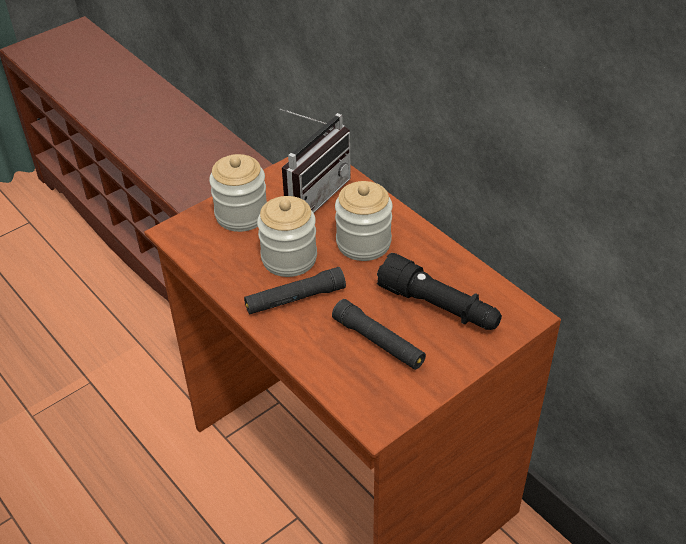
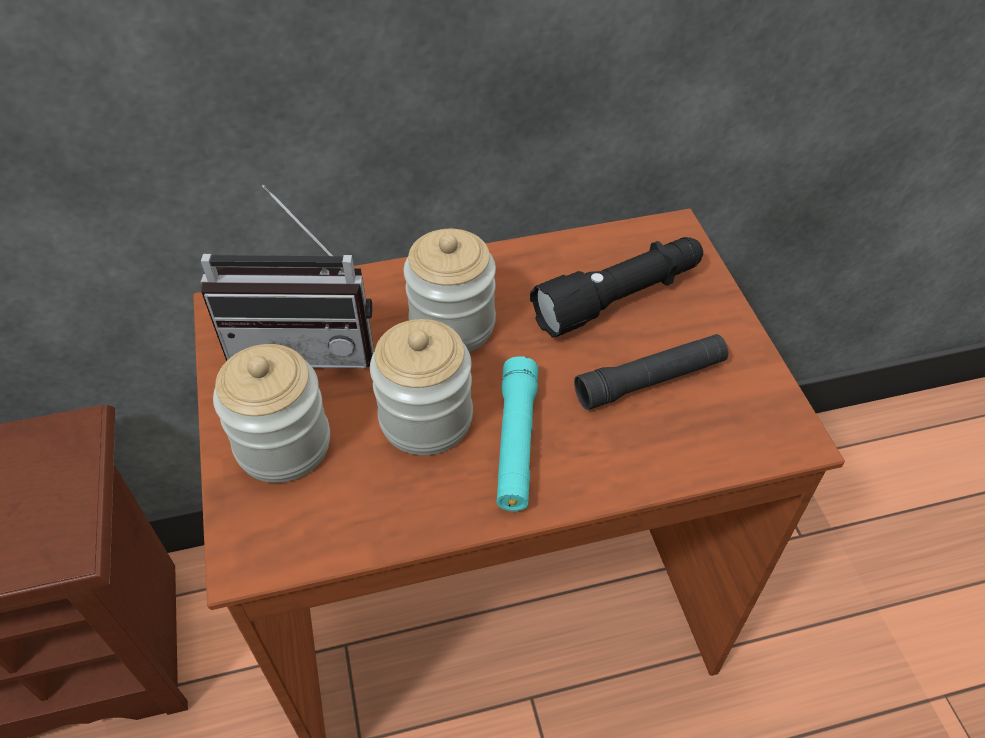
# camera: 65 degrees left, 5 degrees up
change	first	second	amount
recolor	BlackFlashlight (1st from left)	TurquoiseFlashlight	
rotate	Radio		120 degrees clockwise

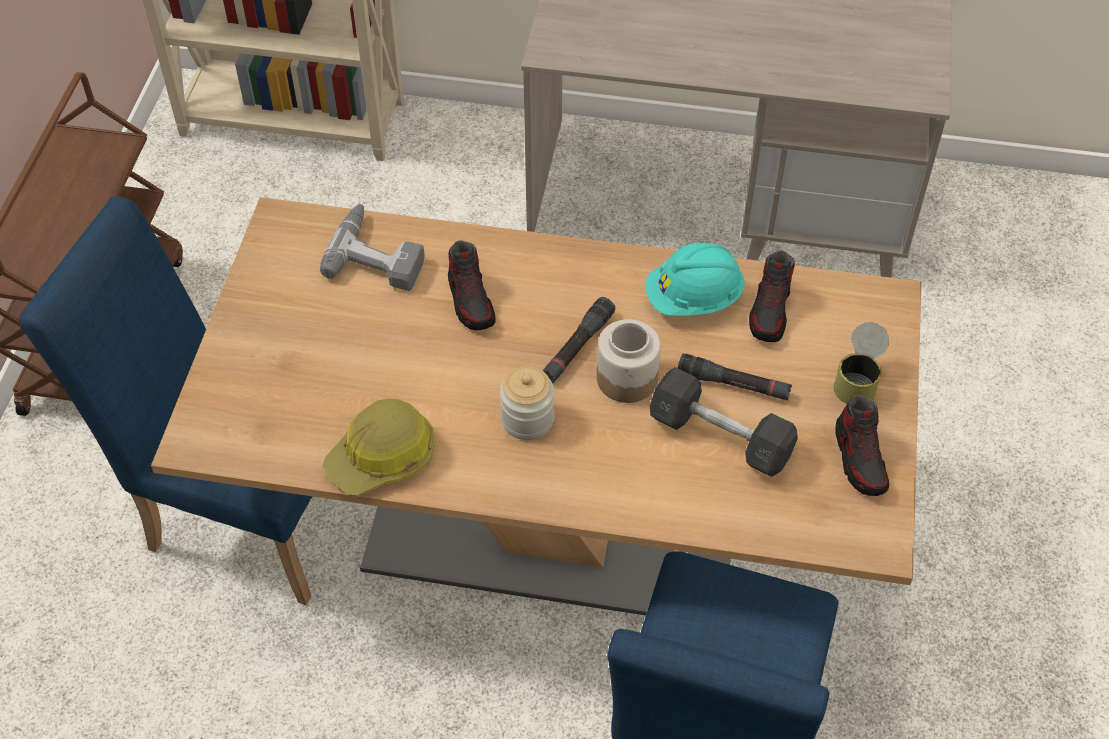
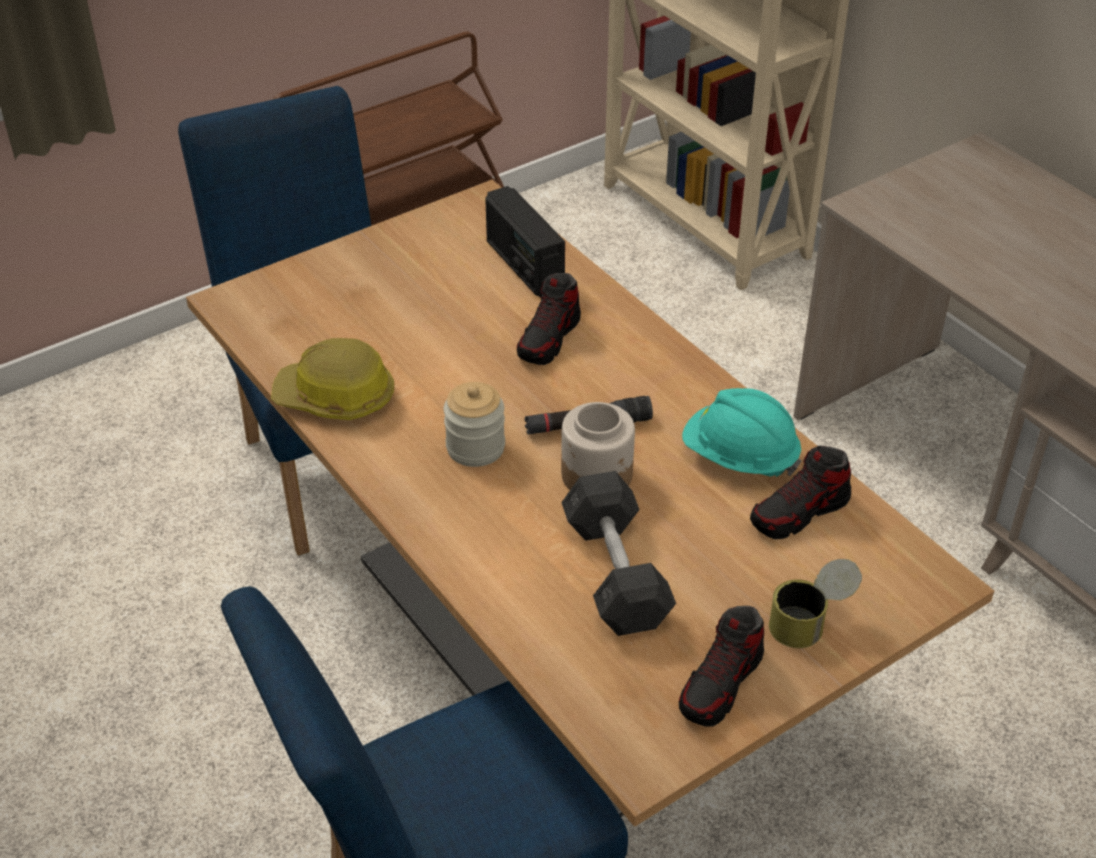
# camera: 45 degrees right, 10 degrees down
change	first	second	amount
replace	PowerDrill	Radio	
delete	BlackFlashlight (2nd from left)		

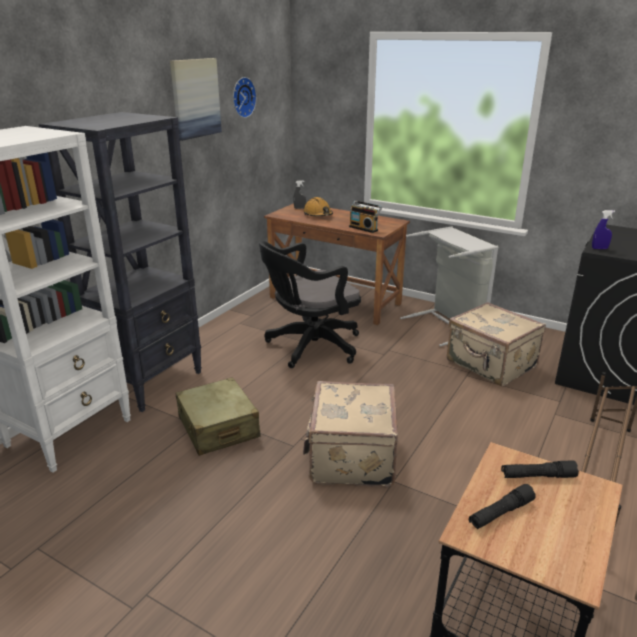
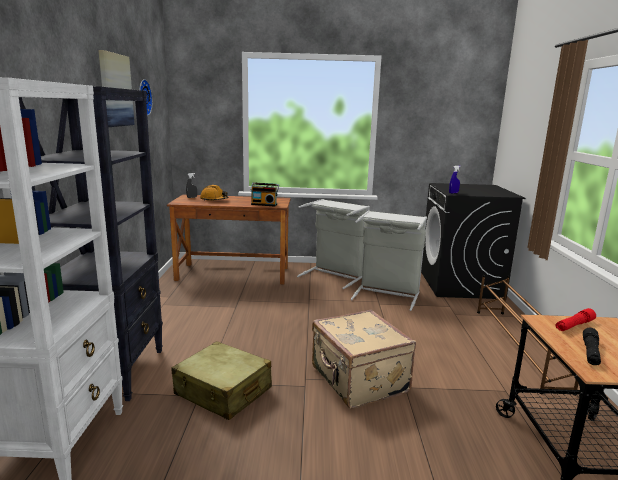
# camera: 30 degrees left, 10 degrees down
change	first	second	amount
delete	BlackOfficeChair		
replace	BeigeSuitcase (3rd from left)	GreyLaundryBasket (2nd from left)	
recolor	BlackFlashlight (2nd from left)	RedFlashlight	

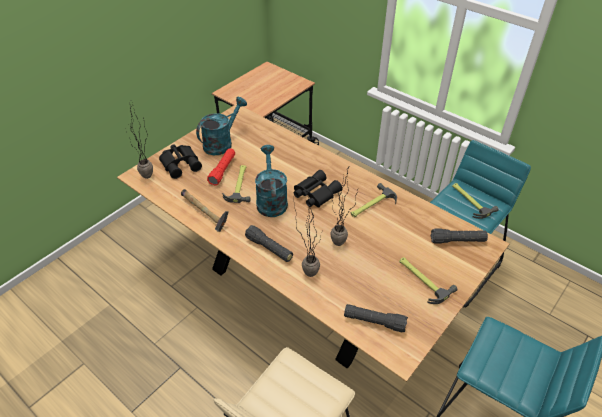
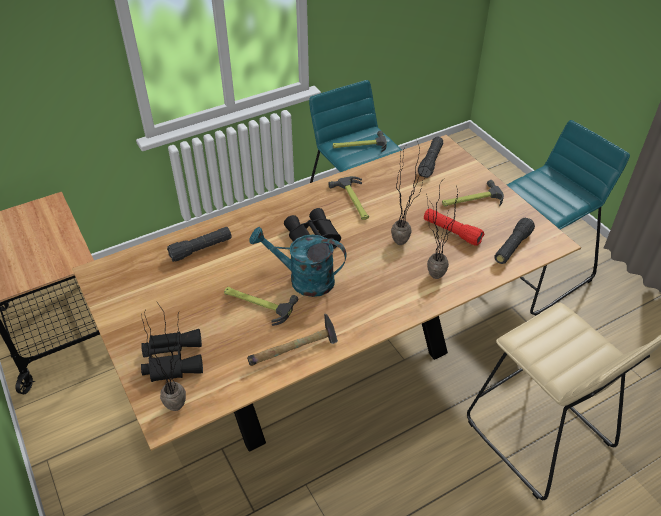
# camera: 70 degrees left, 0 degrees up
change	first	second	amount
delete	TurquoiseWateringCan (1st from left)		
move	RedFlashlight		
move	BlackFlashlight (1st from left)		

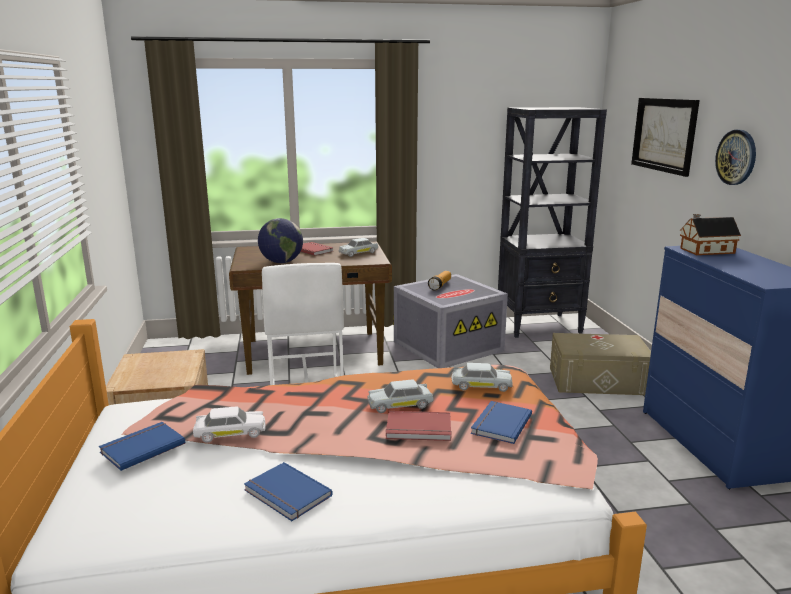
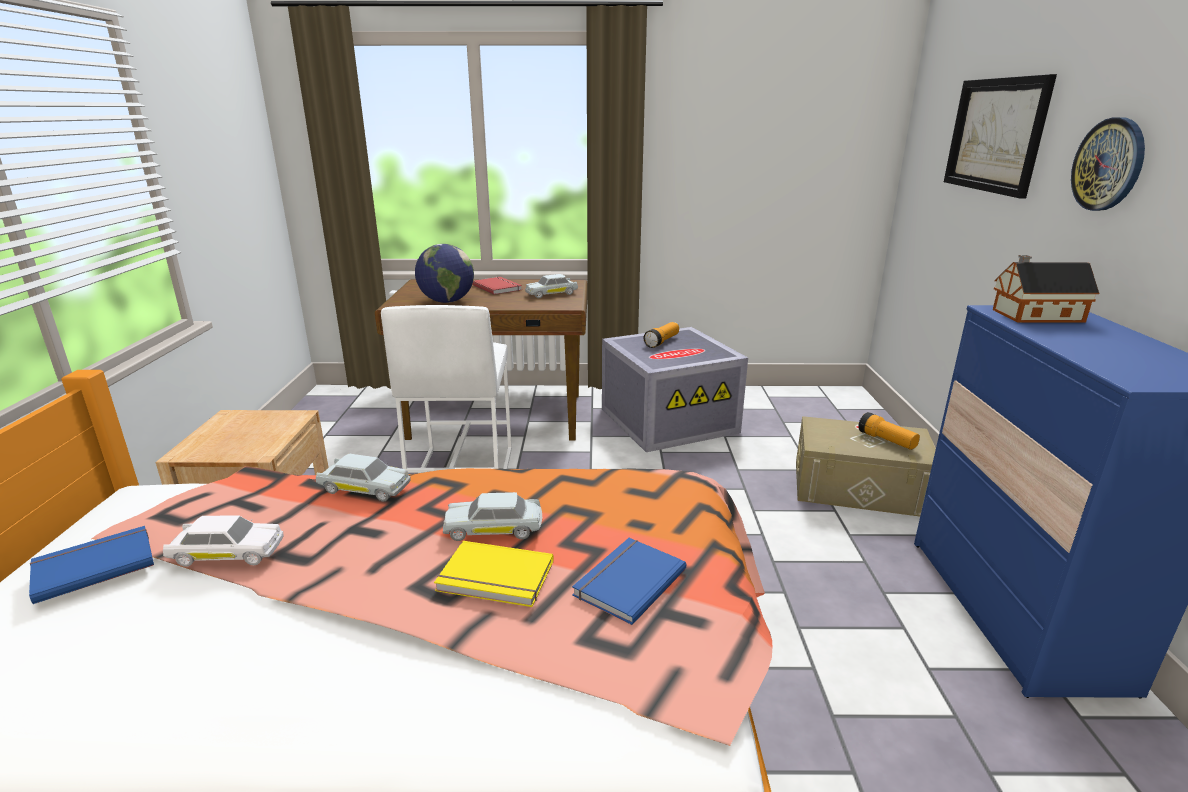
# camera: 10 degrees right, 5 degrees up
change	first	second	amount
delete	BlueBook (2nd from left)		
recolor	RedBook (2nd from left)	YellowBook	
move	WhiteToyCar (4th from left in the first image)	WhiteToyCar (2nd from left)	
delete	BlackBookcase		
insert		Flashlight (2nd from left)	

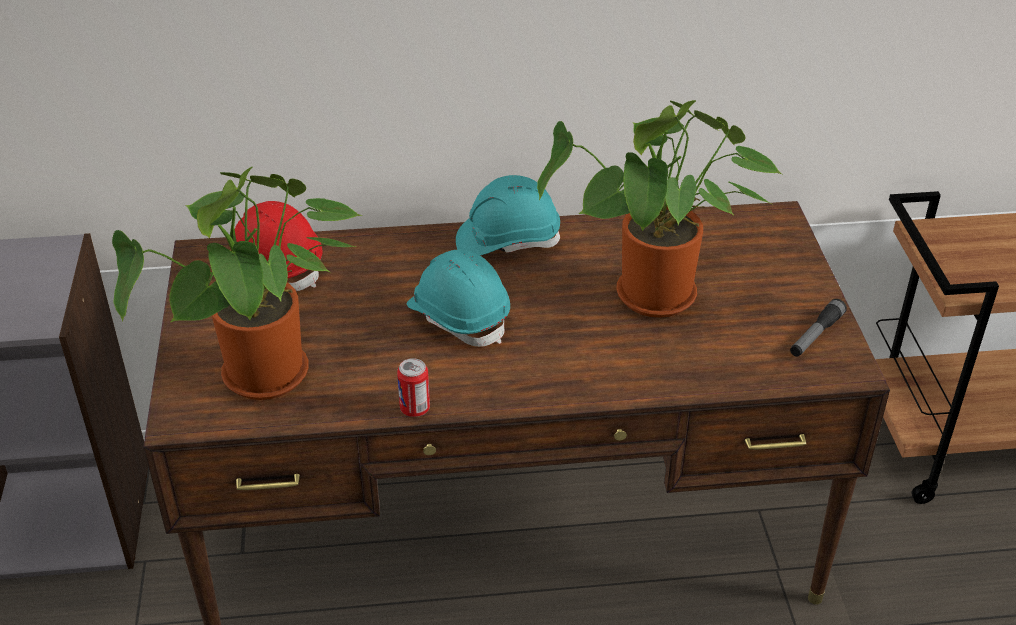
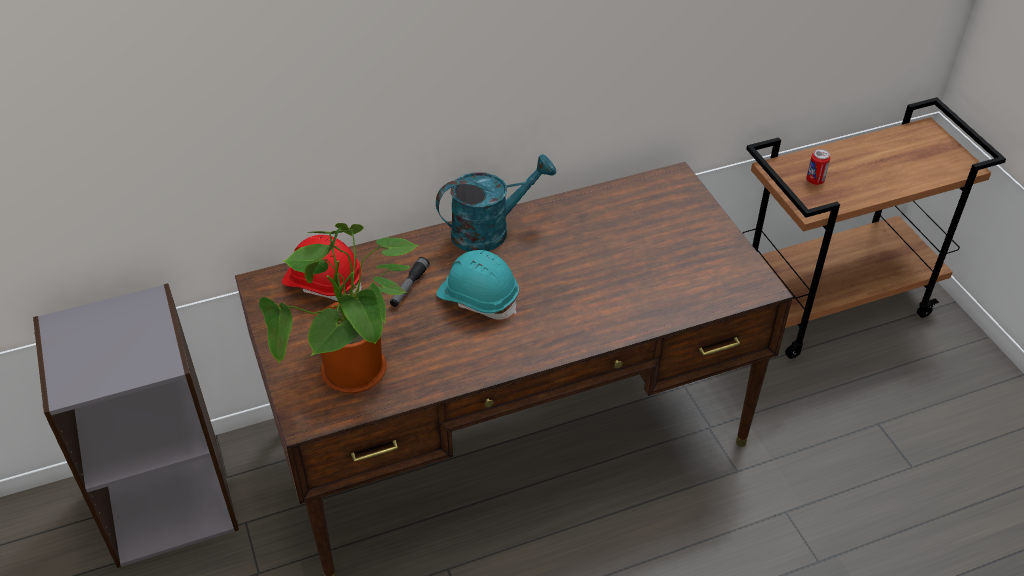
# camera: 15 degrees left, 5 degrees up
change	first	second	amount
move	Can		
replace	TurquoiseHardHat (2nd from left)	TurquoiseWateringCan	
delete	PottedPlant (2nd from left)		
move	Flashlight		

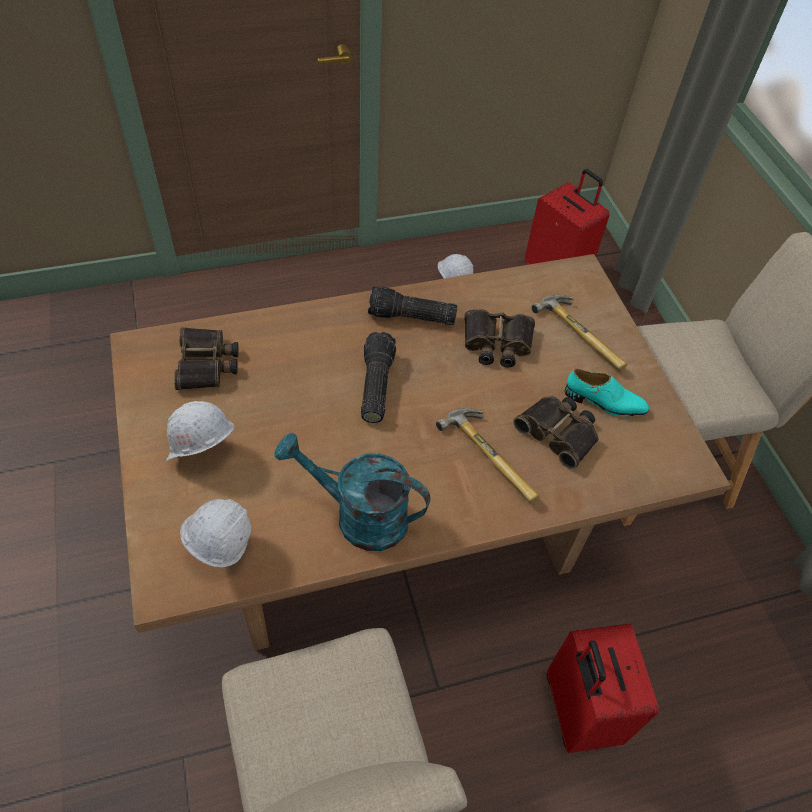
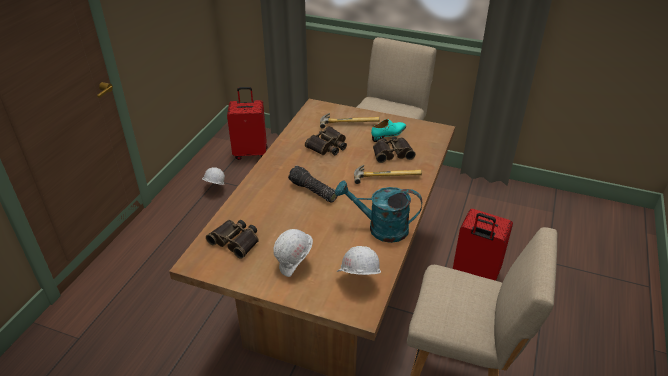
# camera: 50 degrees left, 15 degrees down
change	first	second	amount
rotate	TurquoiseWateringCan		45 degrees clockwise
delete	Flashlight (2nd from left)		

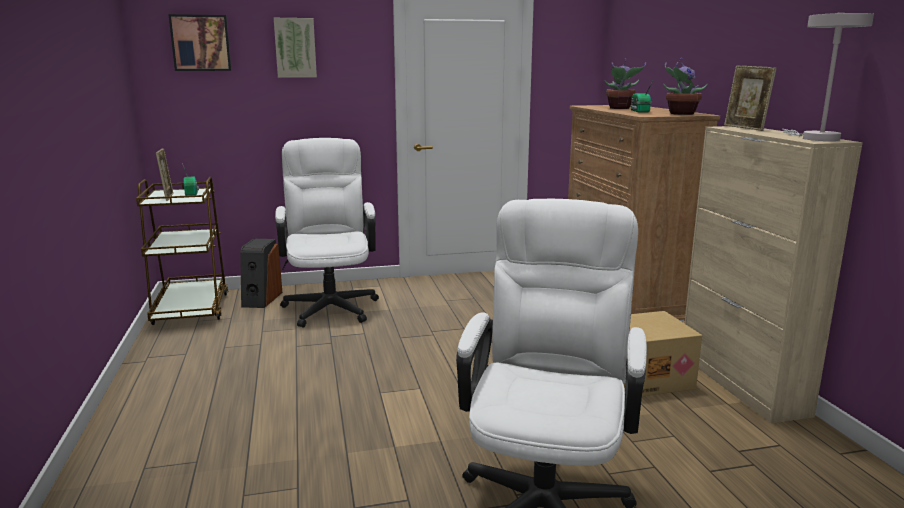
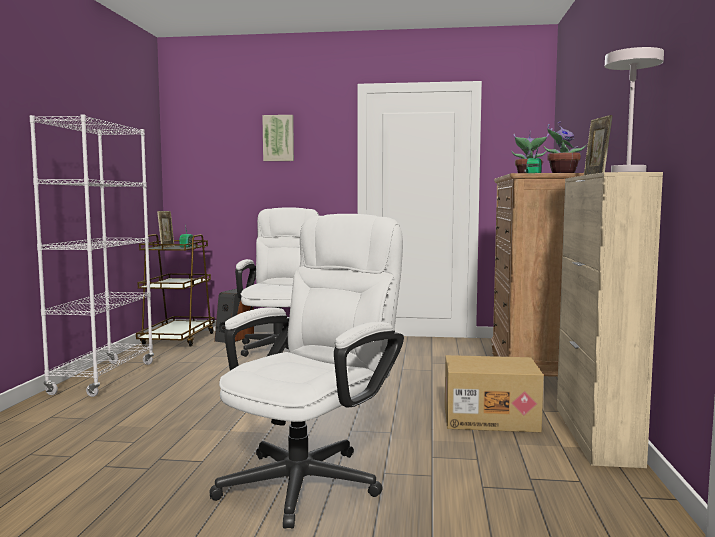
# camera: 20 degrees right, 10 degrees down
change	first	second	amount
delete	Picture (1st from left)		
insert		WhiteBookcase	

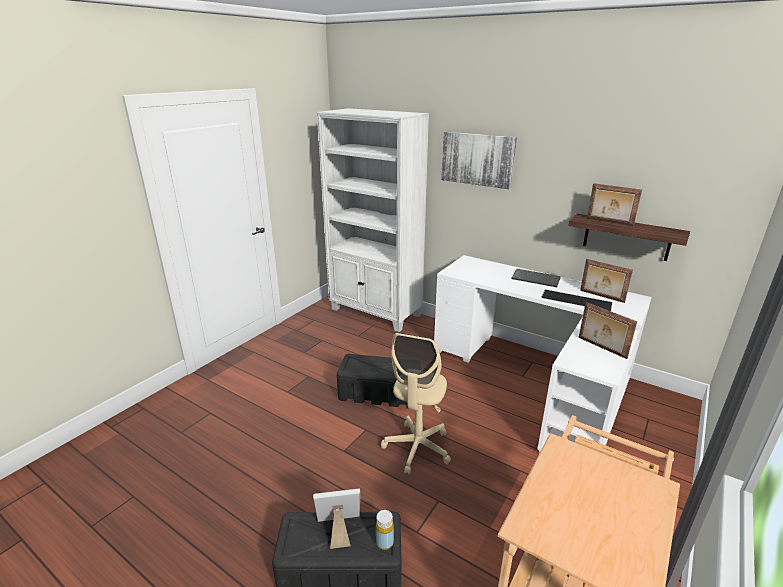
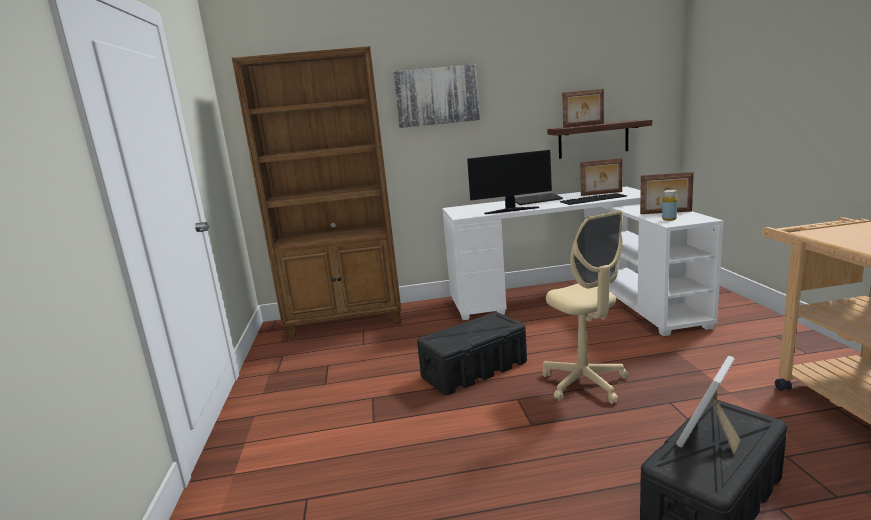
# camera: 40 degrees left, 10 degrees down
change	first	second	amount
recolor	WhiteBookcase	BrownBookcase	
move	YellowBottle		
insert		Monitor	

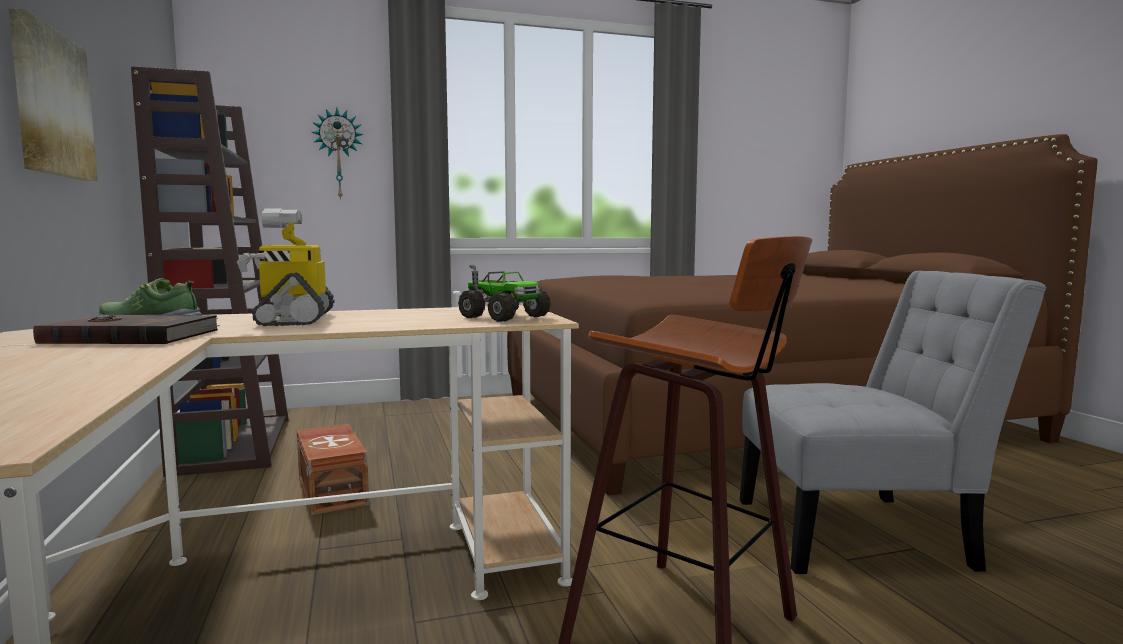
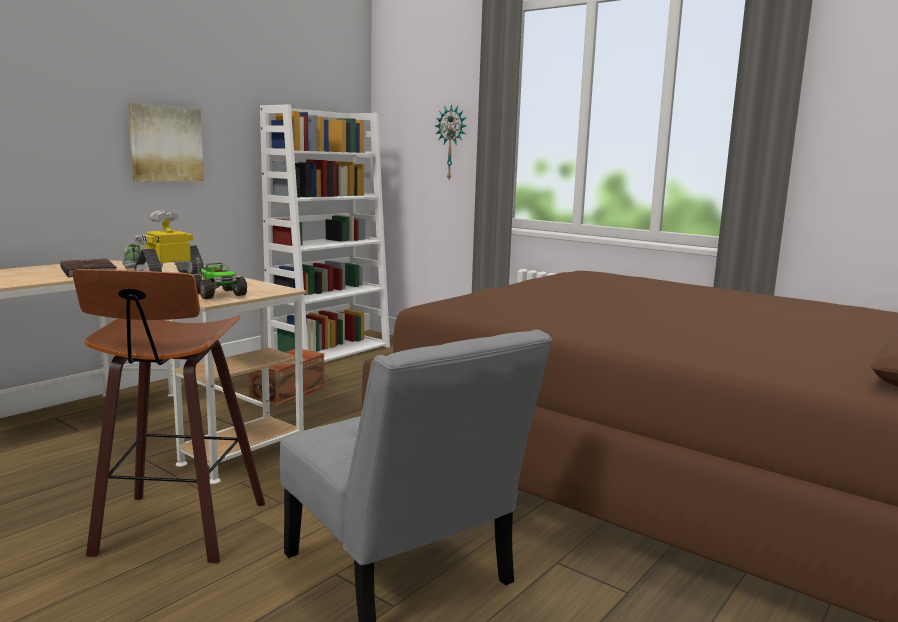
# camera: 55 degrees right, 5 degrees up
change	first	second	amount
recolor	BrownBookcase	WhiteBookcase	
rotate	ToyTruck		45 degrees counterclockwise

